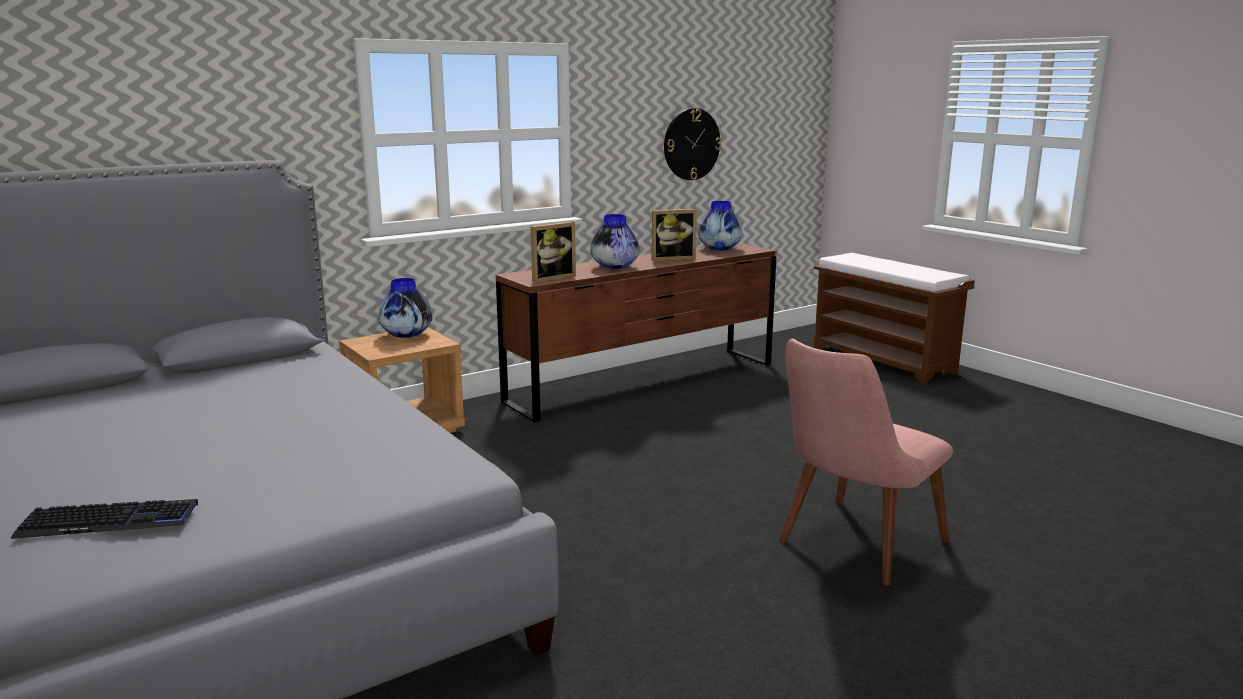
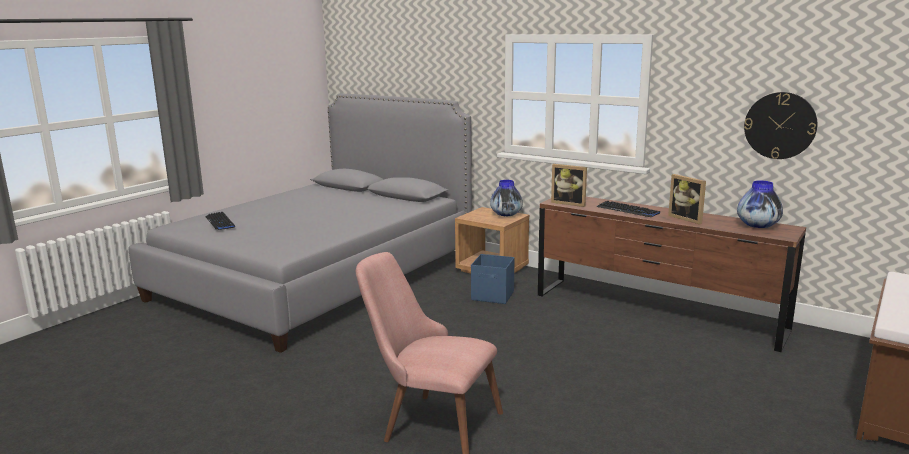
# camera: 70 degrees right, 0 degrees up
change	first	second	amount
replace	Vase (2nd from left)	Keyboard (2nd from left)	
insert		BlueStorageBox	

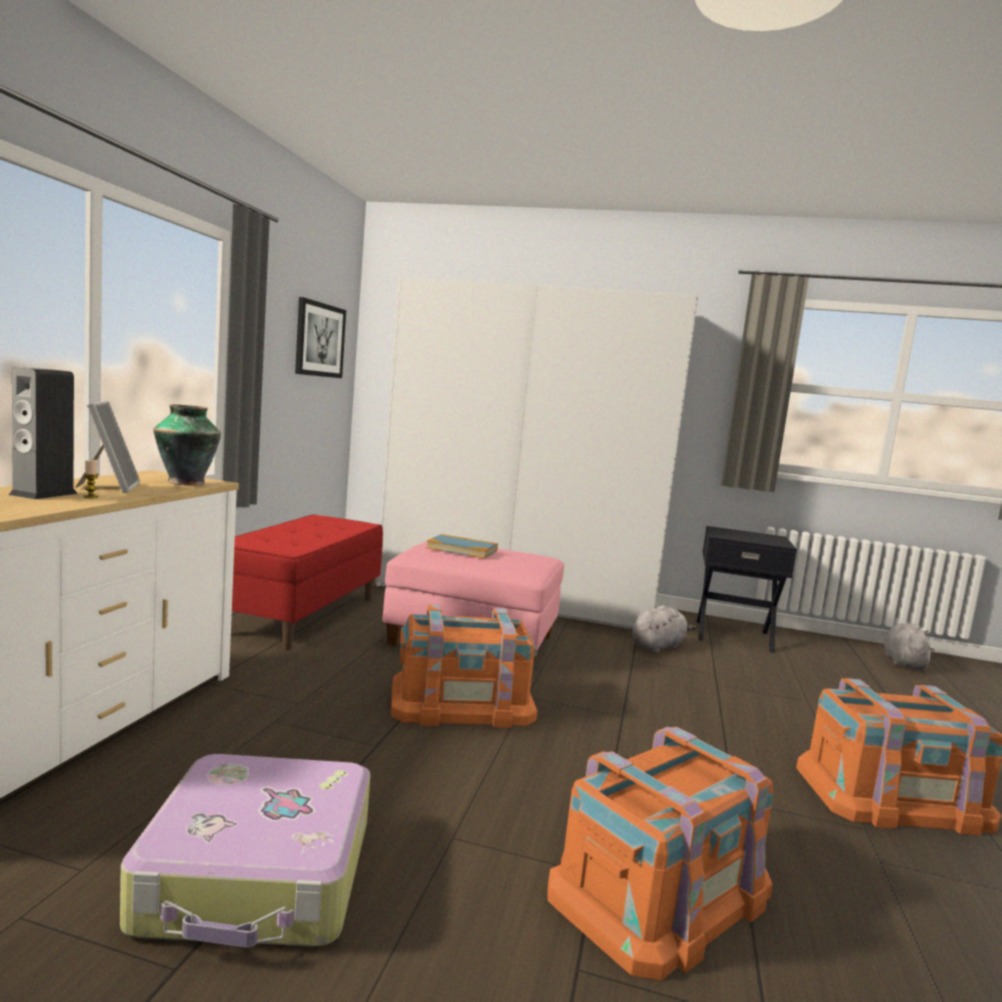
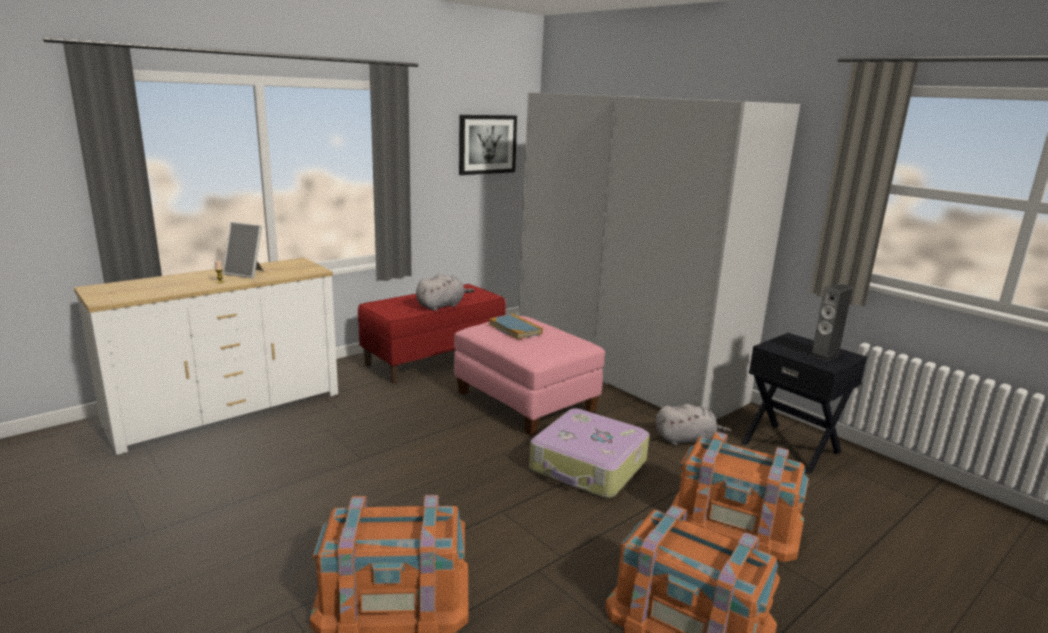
# camera: 35 degrees right, 10 degrees up
change	first	second	amount
move	Speaker		
rotate	PictureFrame		90 degrees clockwise
move	Suitcase		
delete	Vase		
move	OrangeStorageBox (1st from left in the first image)	OrangeStorageBox (3rd from left)	
move	GreyPlushToy (2nd from left in the first image)	GreyPlushToy (1st from left)	

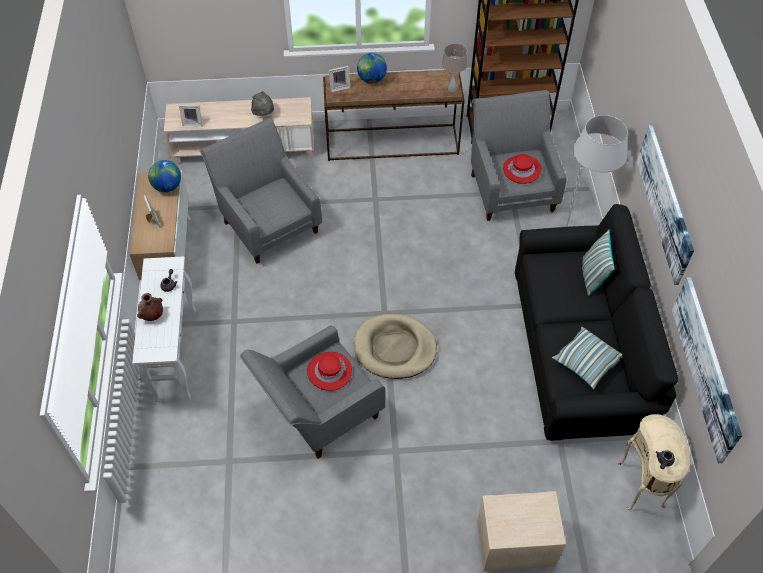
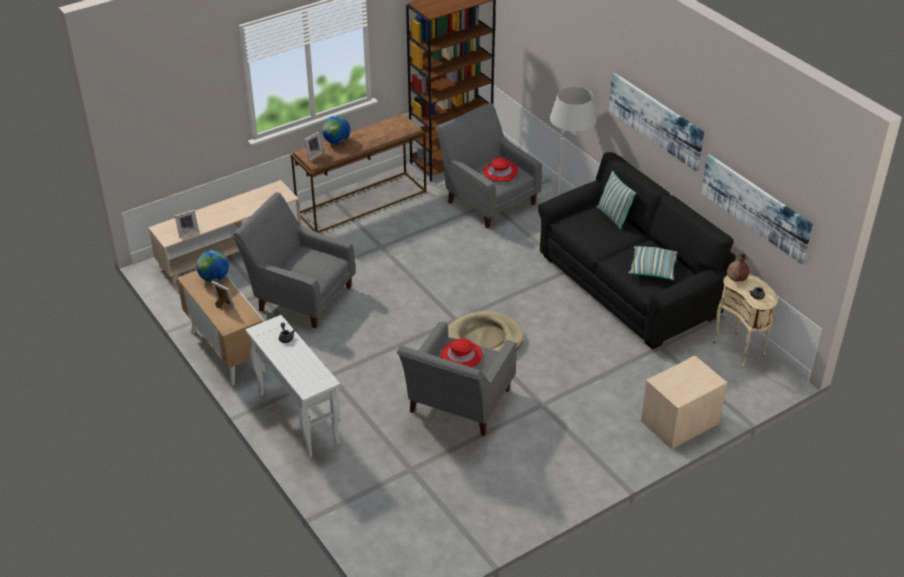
# camera: 30 degrees left, 15 degrees down
change	first	second	amount
move	BrownVase		
delete	GreyHat		
delete	BeigeTableLamp		

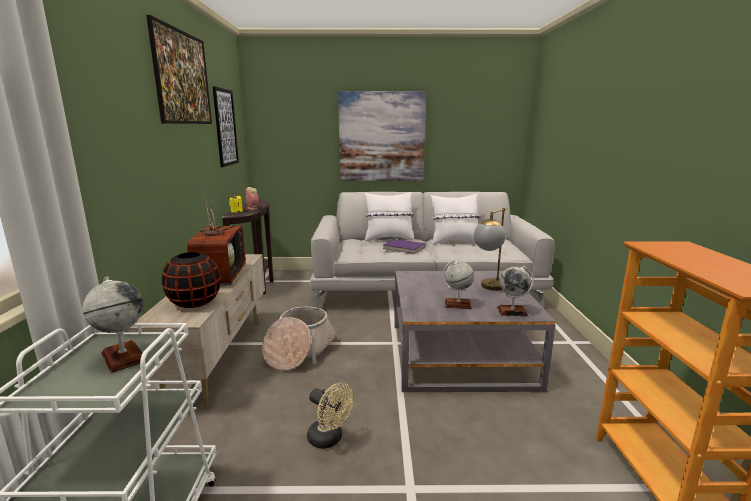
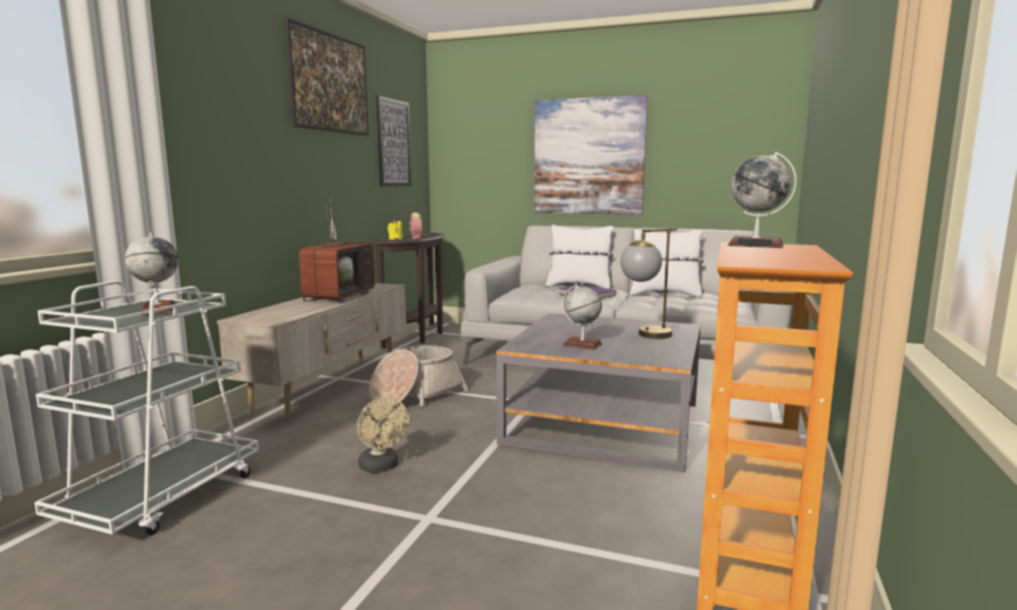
# camera: 20 degrees right, 5 degrees down
change	first	second	amount
delete	BlackVase		
move	Globe (3rd from left)		

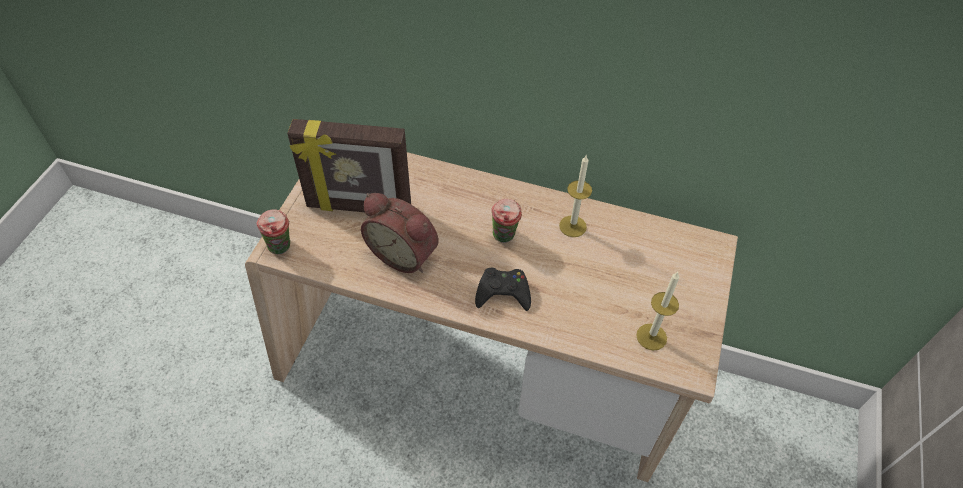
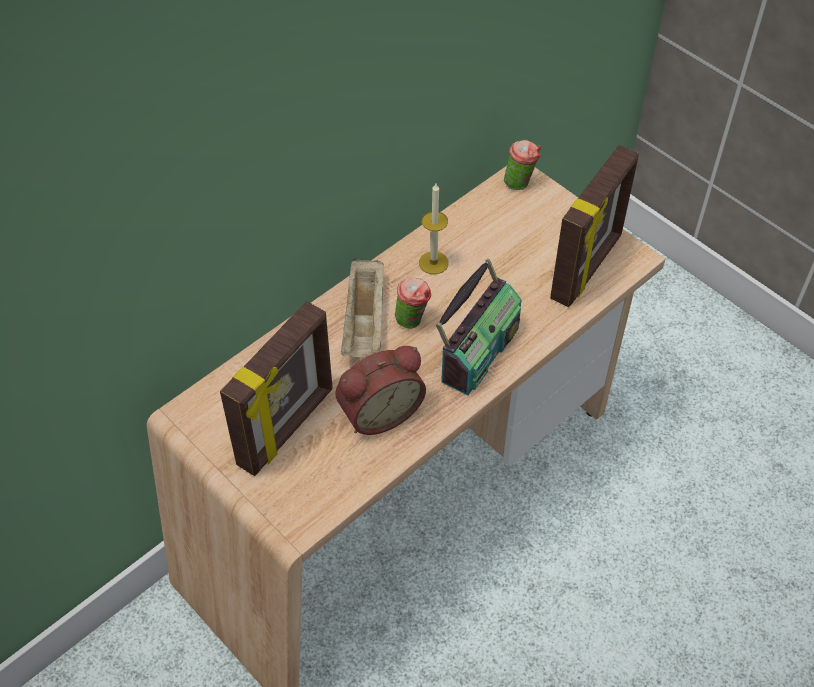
# camera: 60 degrees left, 0 degrees up
change	first	second	amount
move	Cup (1st from left in the first image)	Cup (2nd from left)	
replace	BlackGameController	Radio	
replace	Candle (2nd from left)	PictureFrame (2nd from left)	
insert		BeigeTray	

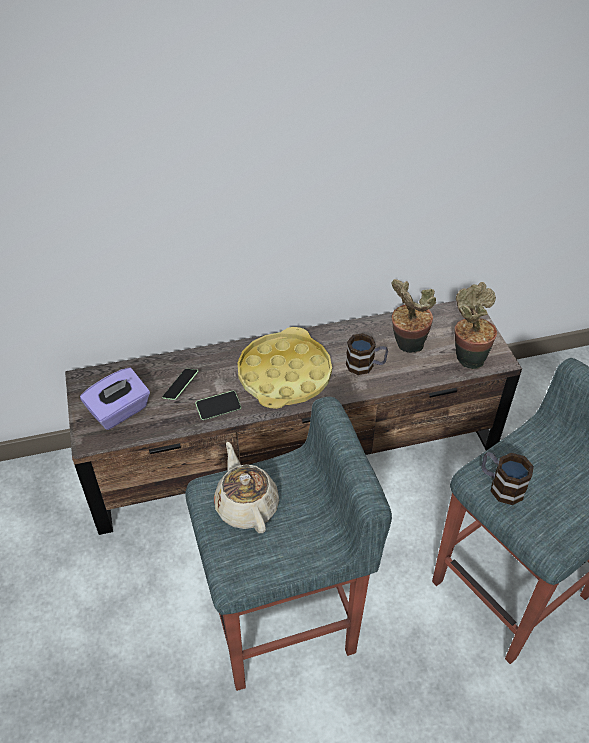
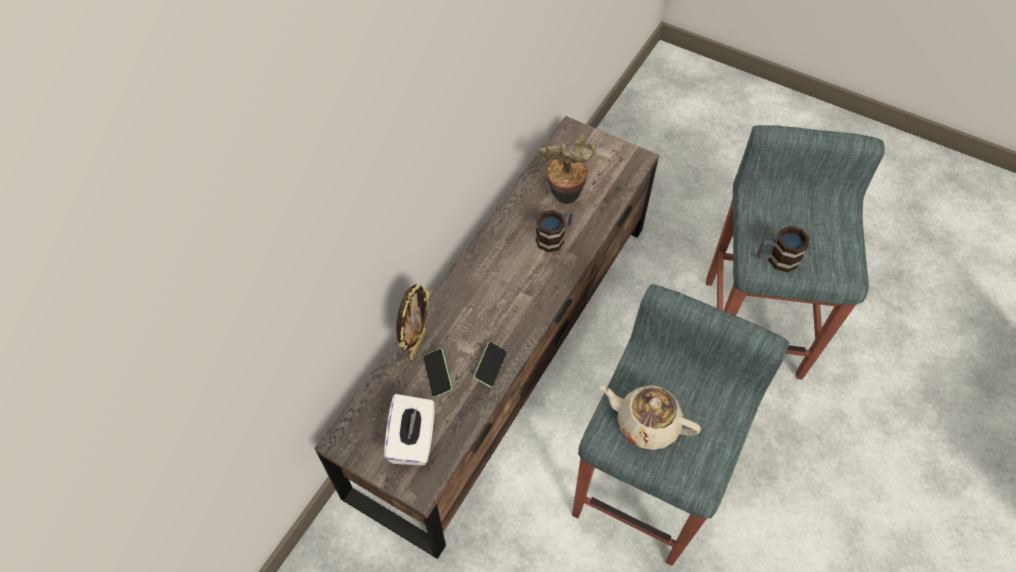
# camera: 45 degrees left, 10 degrees up
change	first	second	amount
recolor	PurpleTissueBox	WhiteTissueBox	
delete	YellowTray		
delete	PottedPlant (2nd from left)		
insert		PictureFrame	

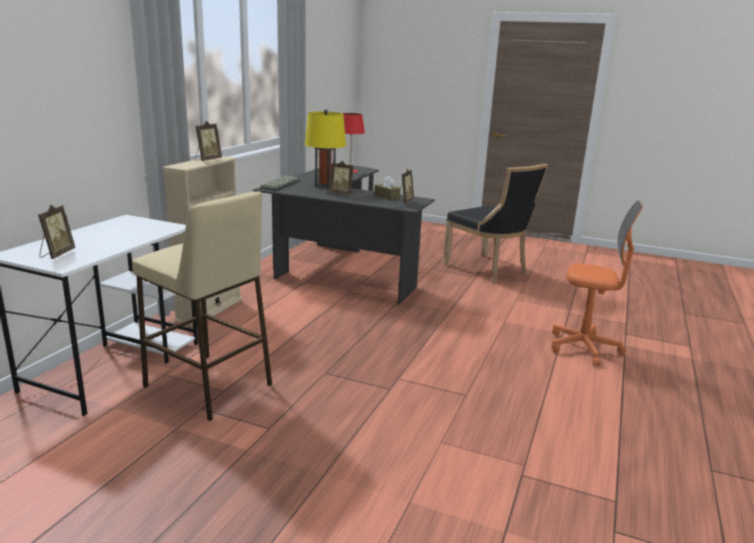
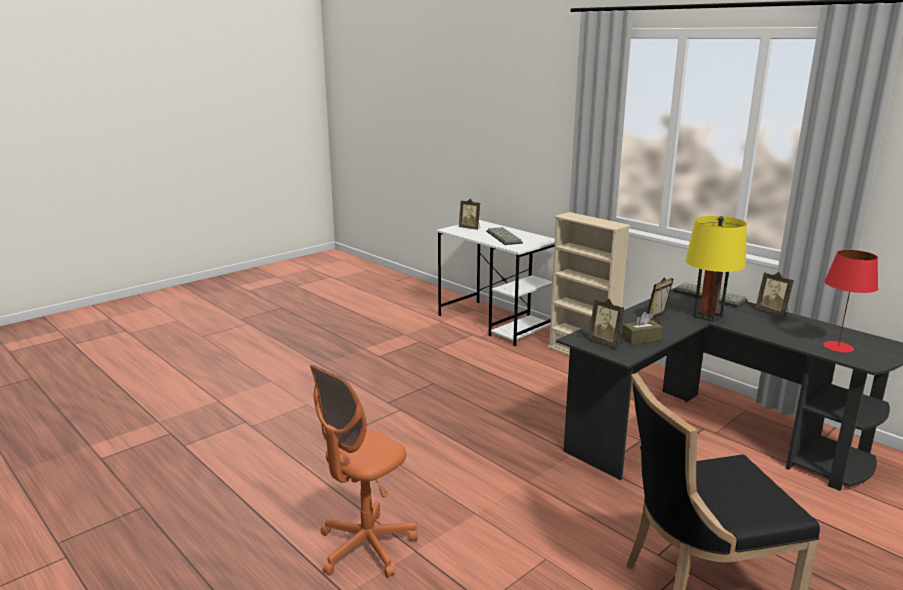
# camera: 115 degrees right, 0 degrees up
change	first	second	amount
delete	BeigeStool		
move	PictureFrame (2nd from left in the first image)	PictureFrame (4th from left)	
insert		Keyboard (1st from left)	

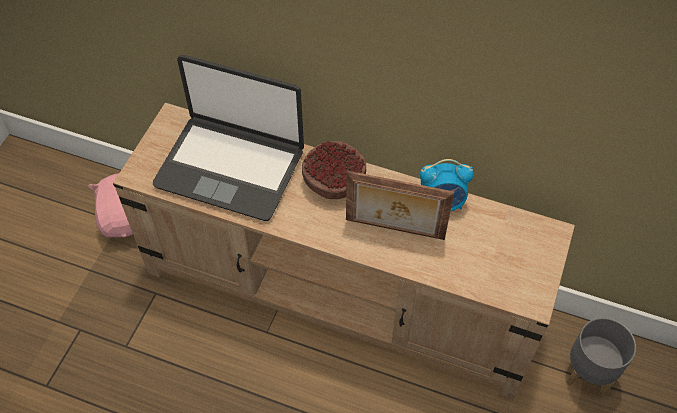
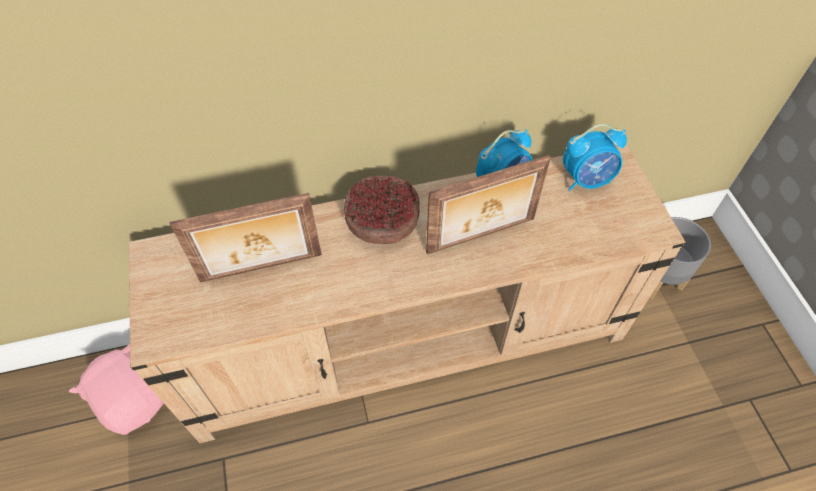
# camera: 35 degrees left, 0 degrees up
change	first	second	amount
replace	Laptop	PictureFrame (1st from left)	
insert		AlarmClock (2nd from left)	

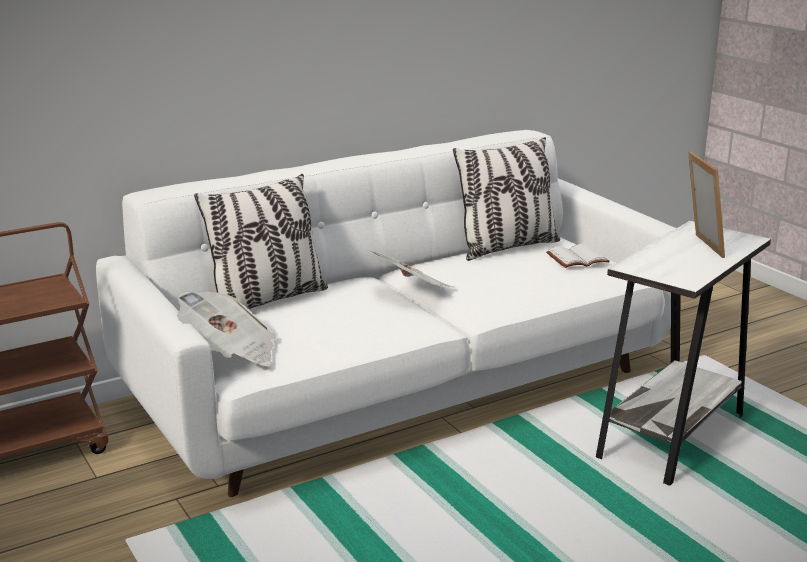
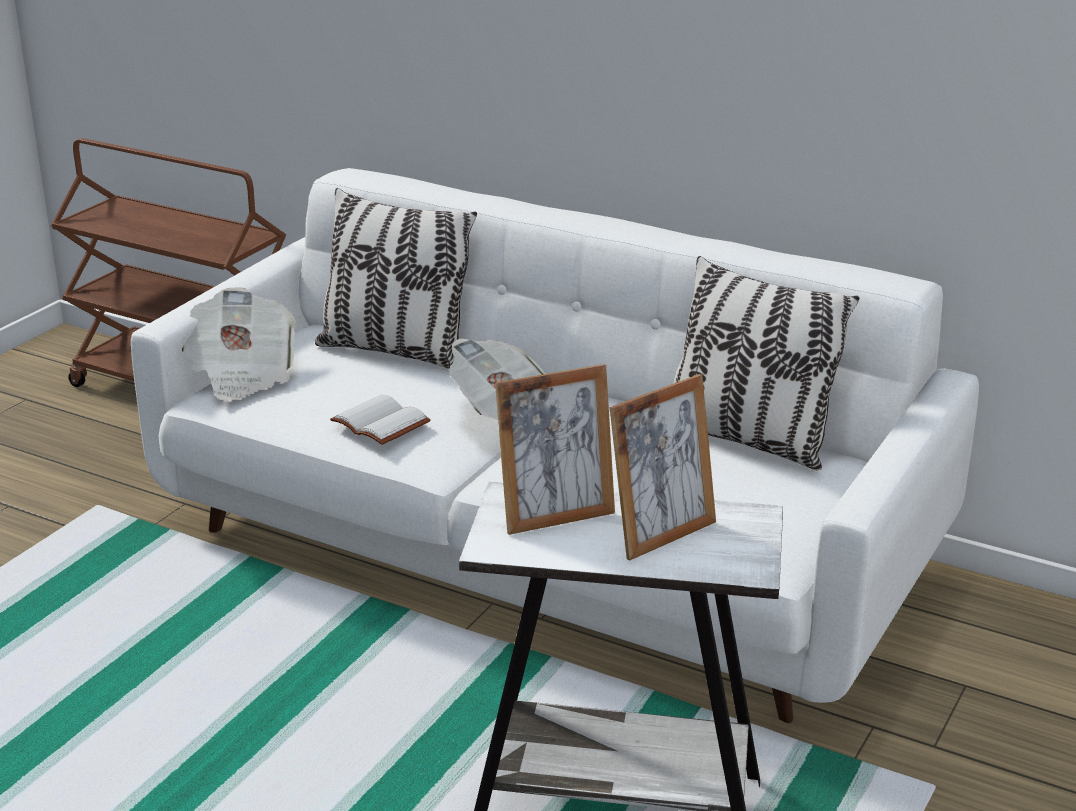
# camera: 60 degrees right, 5 degrees up
change	first	second	amount
move	WhiteBook		
insert		PictureFrame (1st from left)	

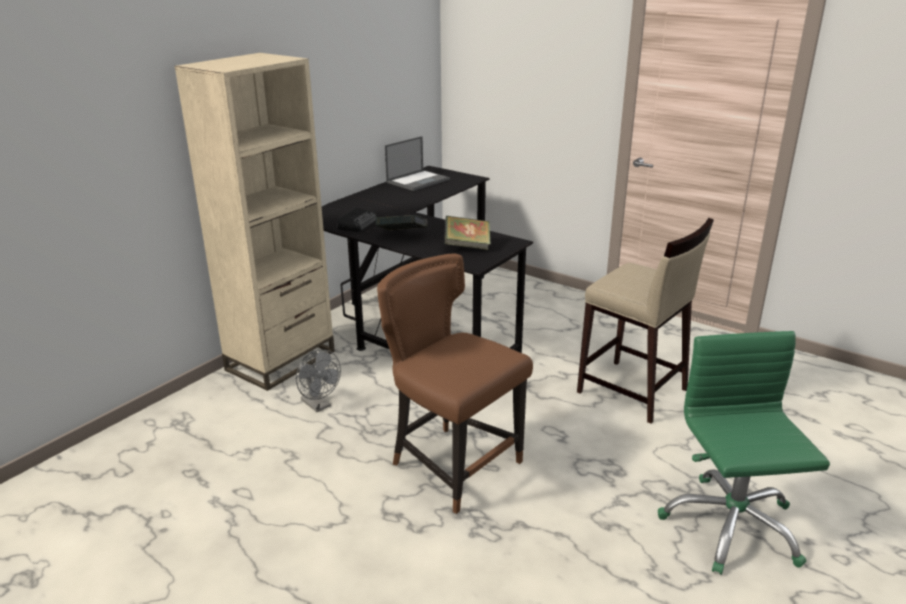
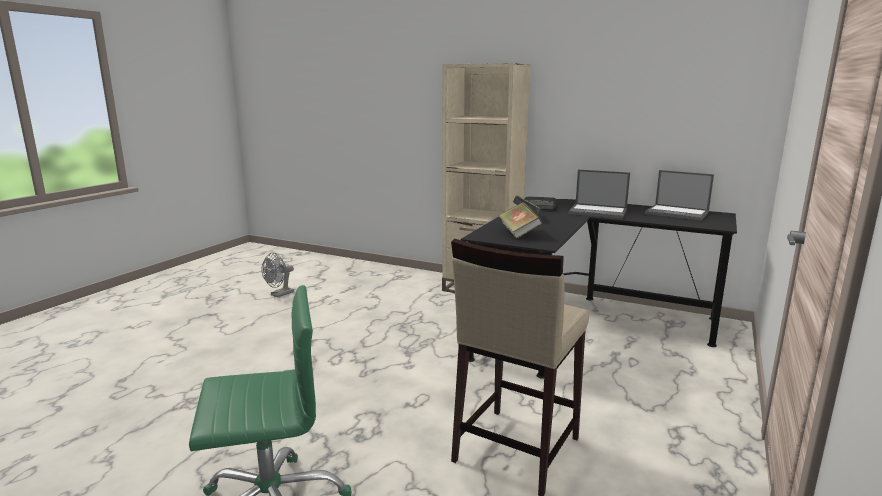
# camera: 80 degrees right, 10 degrees down
change	first	second	amount
move	GreyFan		
delete	BrownChair		
insert		Laptop (1st from left)	

